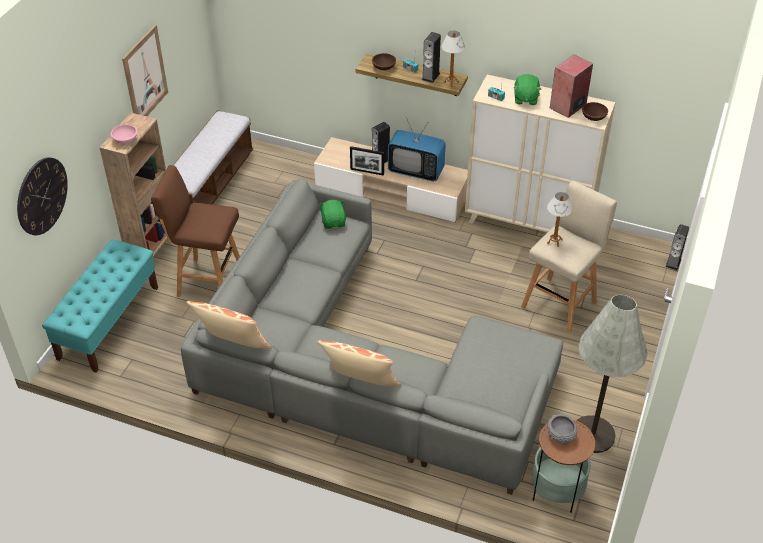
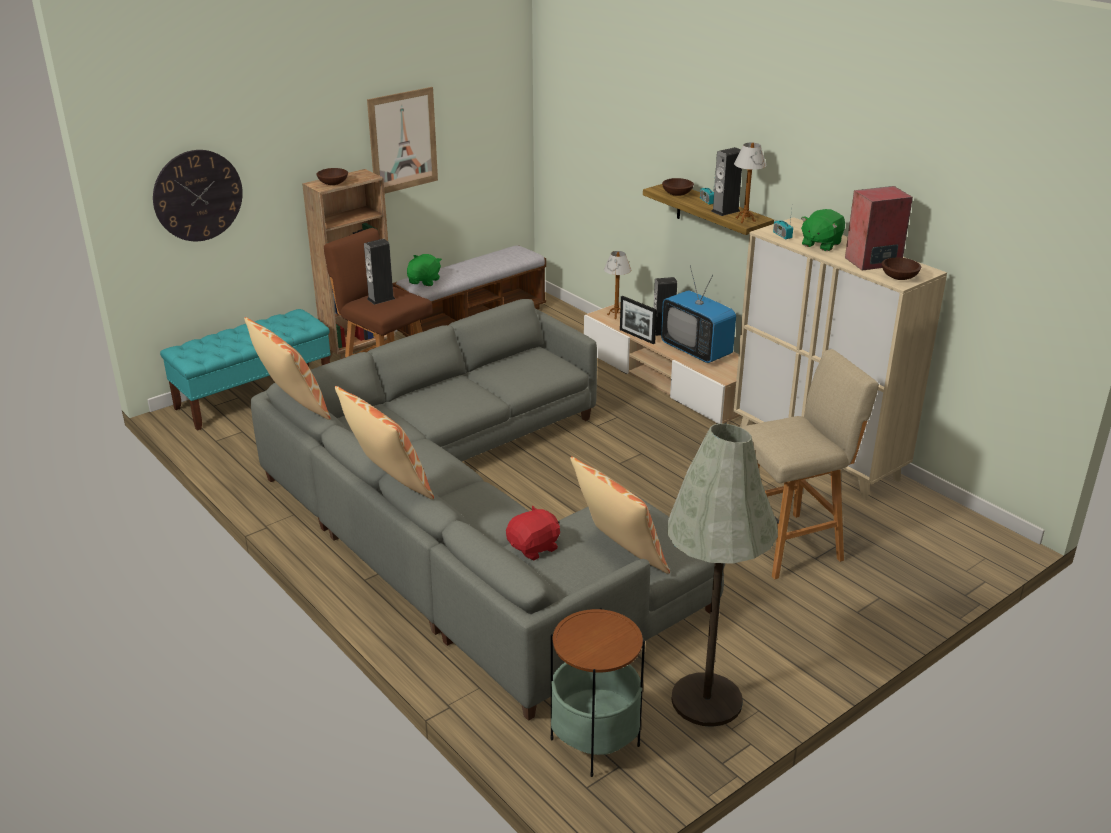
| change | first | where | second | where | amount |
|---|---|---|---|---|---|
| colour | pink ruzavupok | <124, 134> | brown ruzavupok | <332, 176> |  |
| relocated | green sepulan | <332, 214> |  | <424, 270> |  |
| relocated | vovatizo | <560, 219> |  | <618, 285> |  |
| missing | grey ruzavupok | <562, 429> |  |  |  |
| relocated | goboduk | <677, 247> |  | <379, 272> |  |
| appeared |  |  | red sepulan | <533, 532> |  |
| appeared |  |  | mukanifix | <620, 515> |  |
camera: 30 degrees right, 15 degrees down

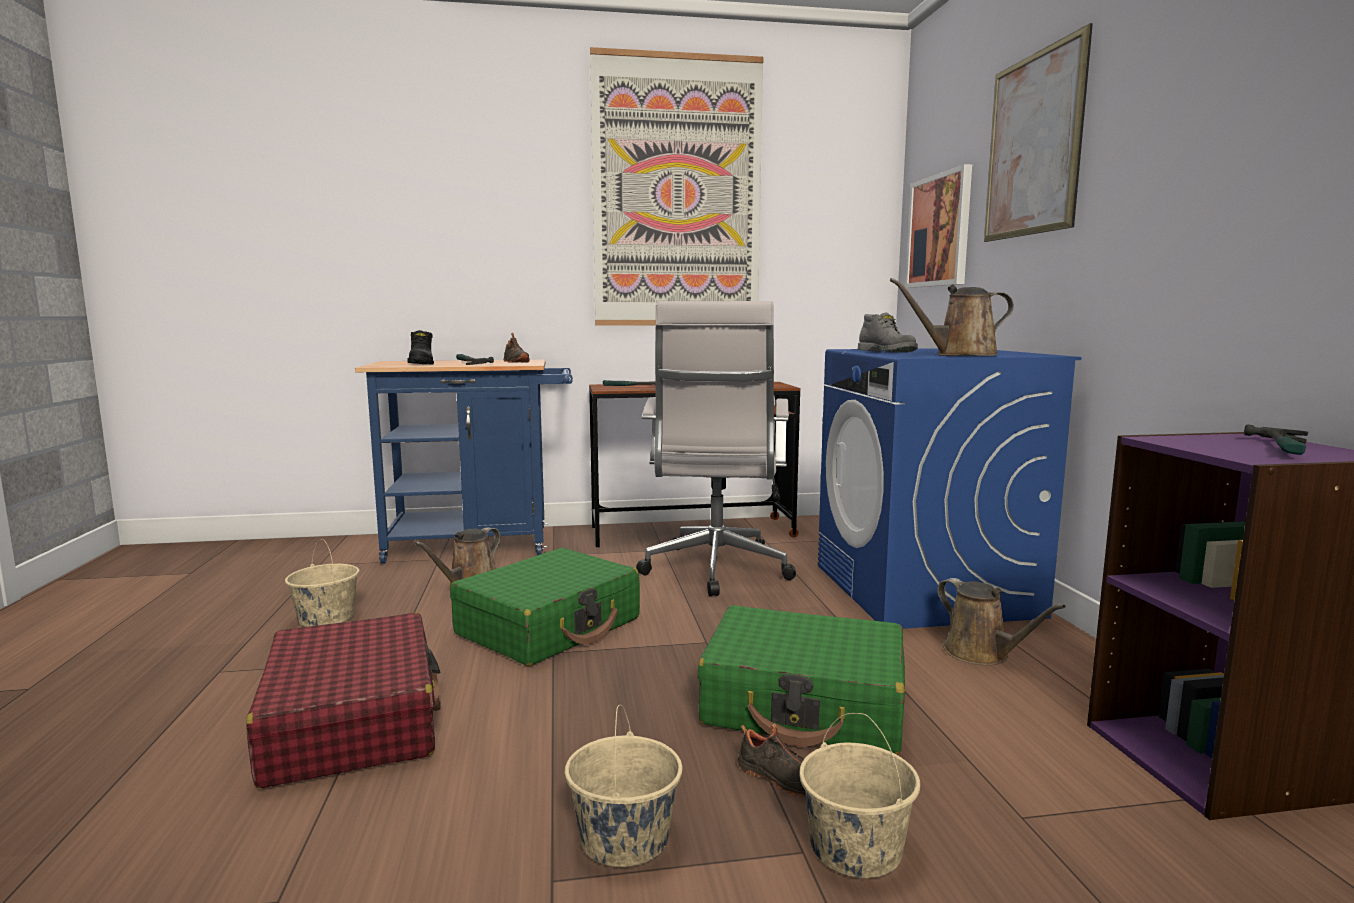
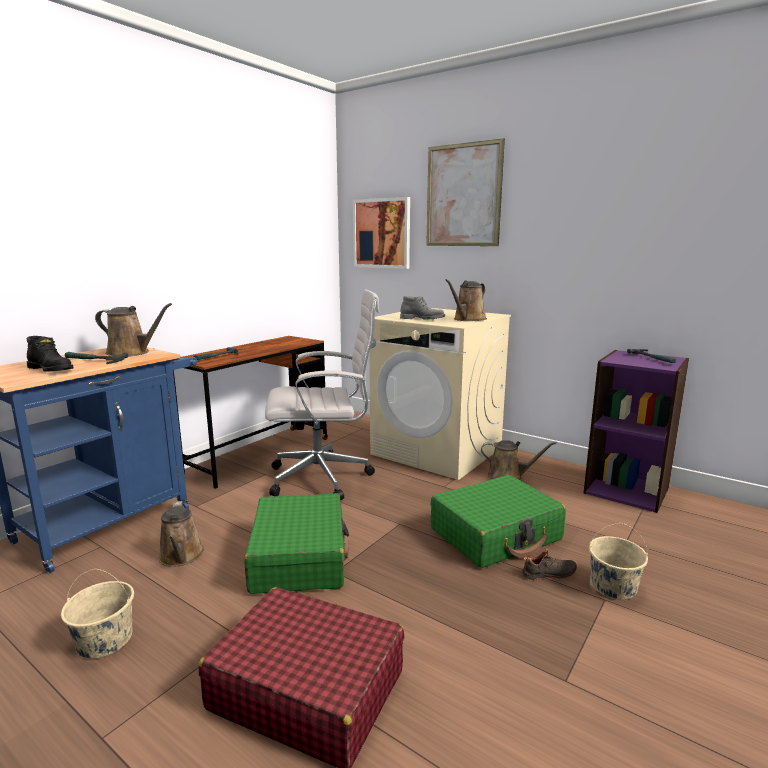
| change | first | where | second | where | amount |
|---|---|---|---|---|---|
| exchanged | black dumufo | <516, 348> | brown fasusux | <133, 330> |  |
| missing | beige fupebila | <623, 786> |  |  |  |
| missing | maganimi | <677, 186> |  |  |  |
| spun | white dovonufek | <716, 449> |  | <322, 394> | 60 degrees counterclockwise |
| colour | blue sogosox | <949, 488> | beige sogosox | <440, 394> |  |
camera: 45 degrees left, 5 degrees up

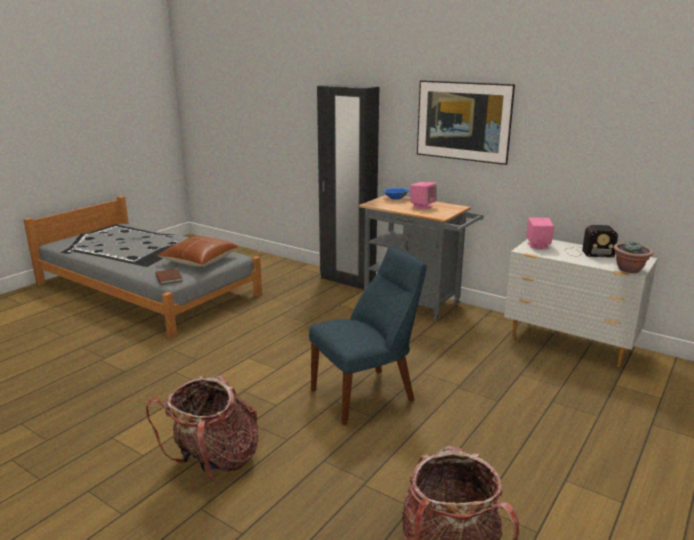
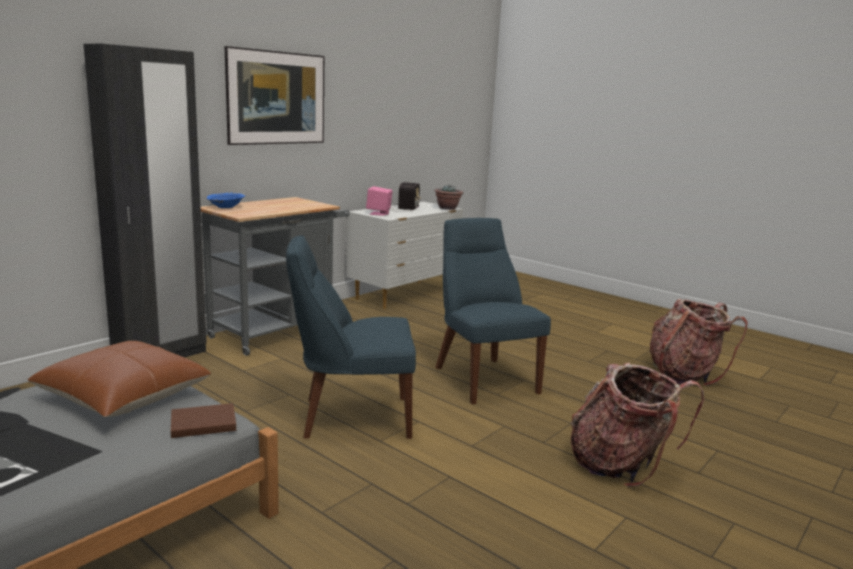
| change | first | where | second | where | amount |
|---|---|---|---|---|---|
| missing | pink goboduk | <423, 196> |  |  |  |
| appeared |  |  | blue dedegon | <351, 337> |  |
camera: 85 degrees left, 5 degrees down

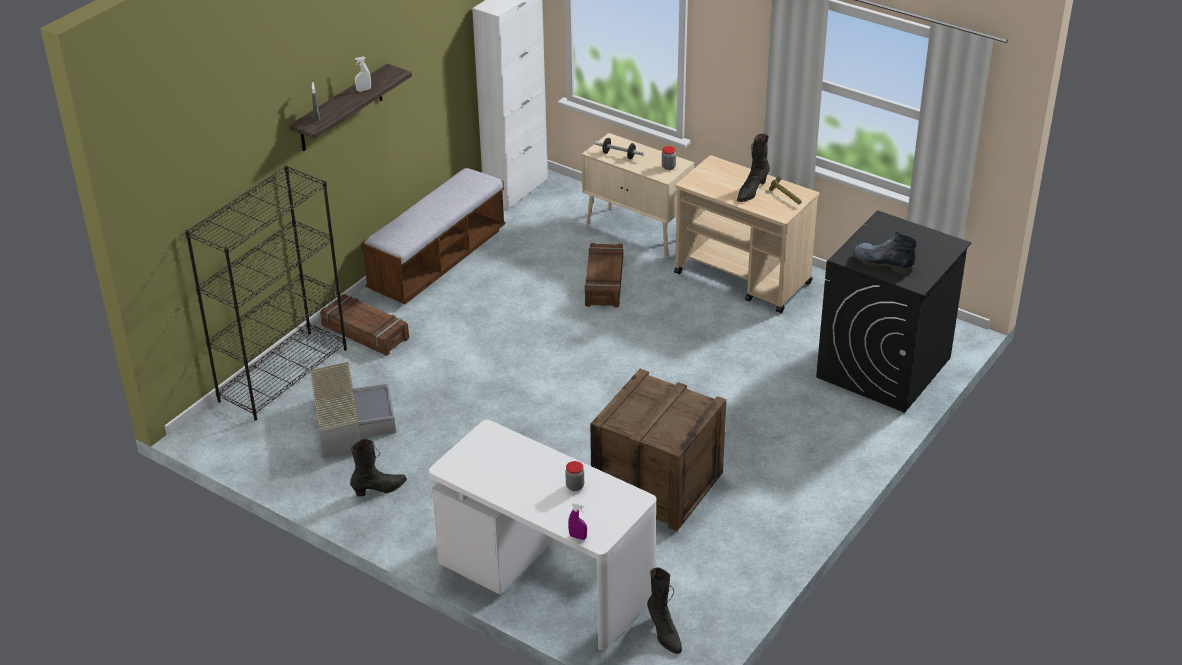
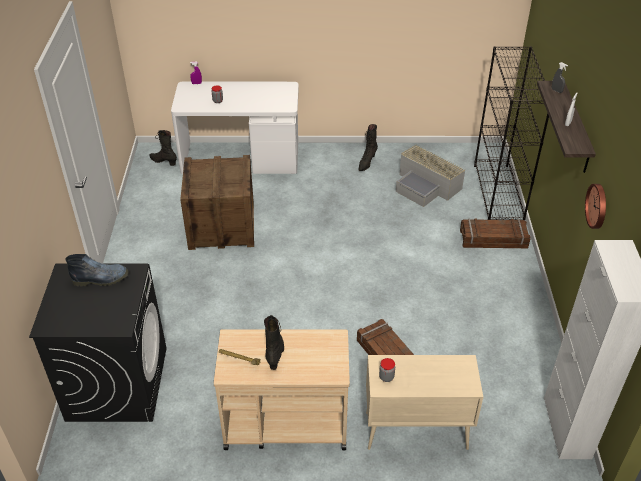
| change | first | where | second | where | amount |
|---|---|---|---|---|---|
| missing | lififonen | <433, 235> |  |  |  |
| missing | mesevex | <619, 148> |  |  |  |
| appeared |  |  | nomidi | <595, 206> |  |
camera: 145 degrees right, 5 degrees up

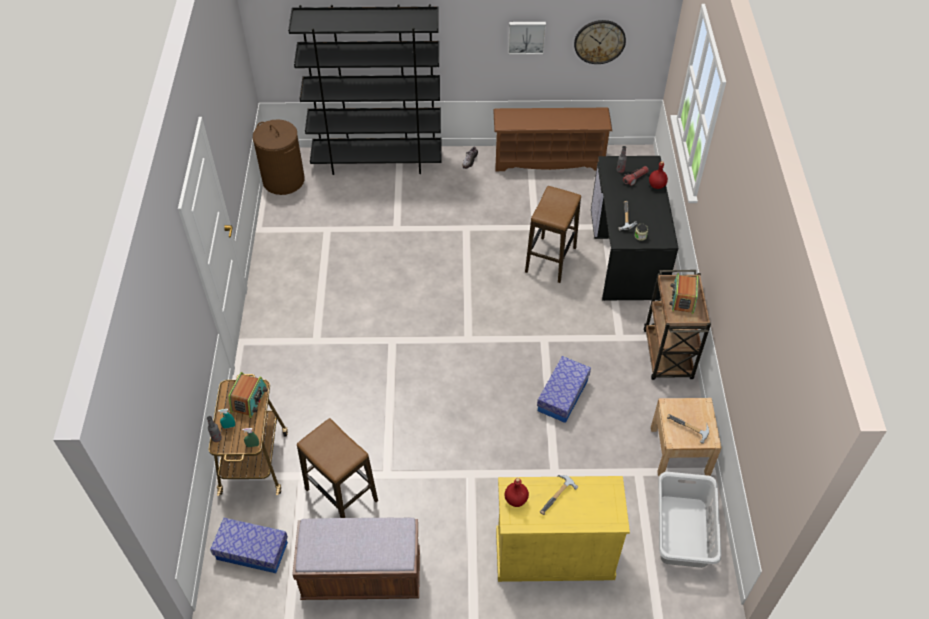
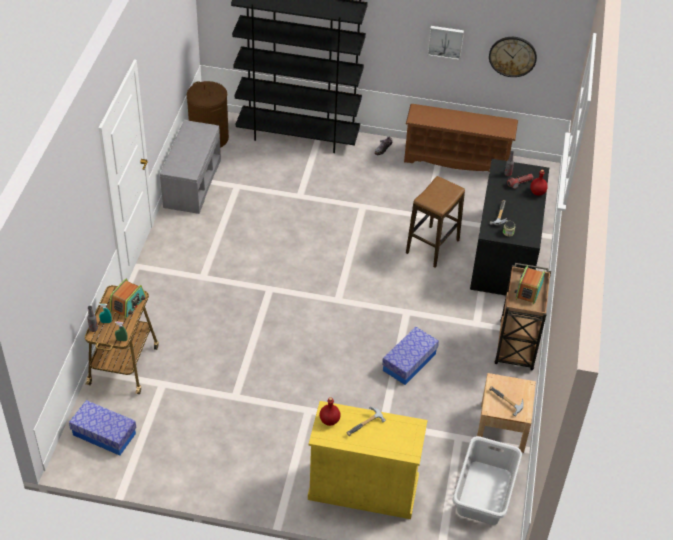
| change | first | where | second | where | amount |
|---|---|---|---|---|---|
| missing | brown lififonen | <356, 559> |  |  |  |
| missing | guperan | <337, 468> |  |  |  |
| appeared |  |  | grey lififonen | <190, 167> |  |
camera: 10 degrees right, 5 degrees down

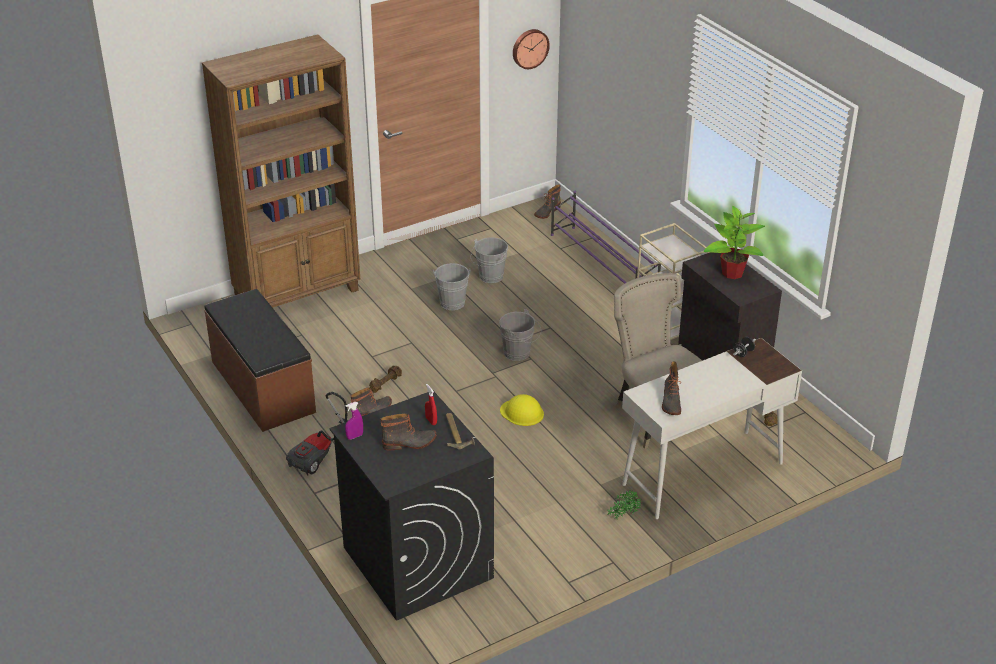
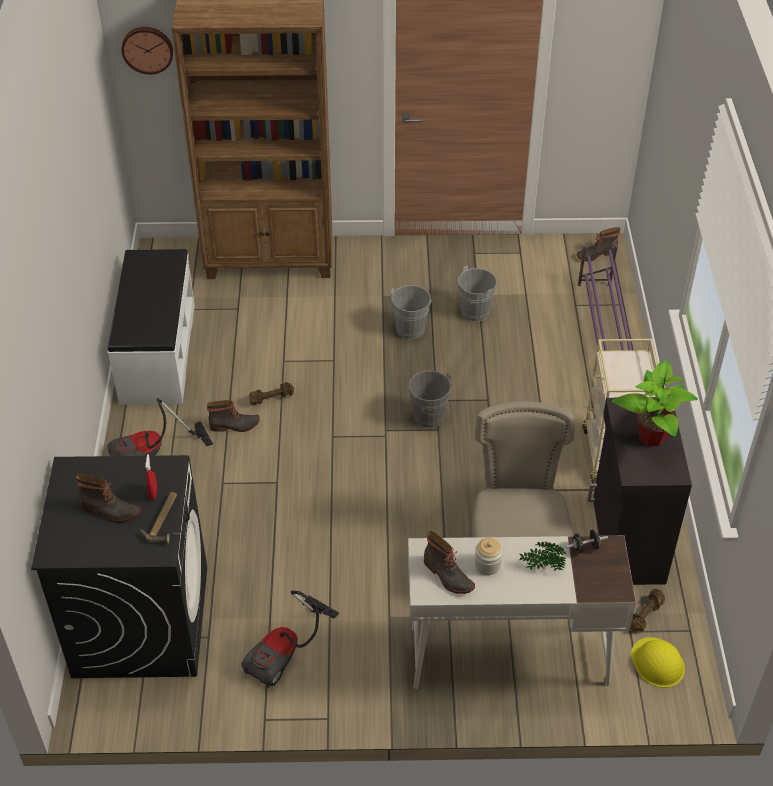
| change | first | where | second | where | amount |
|---|---|---|---|---|---|
| colour | brown lififonen | <260, 360> | white lififonen | <151, 327> |  |
| missing | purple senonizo | <354, 420> |  |  |  |
| relocated | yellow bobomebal | <522, 410> |  | <658, 662> |  |
| relocated | nomidi | <531, 49> |  | <147, 51> |  |
| relocated | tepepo | <624, 505> |  | <542, 556> |  |
| spun | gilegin | <671, 388> |  | <449, 562> | 75 degrees counterclockwise |
| appeared |  |  | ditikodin | <290, 639> |  |
| appeared |  |  | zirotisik | <489, 556> |  |
camera: 30 degrees right, 10 degrees up

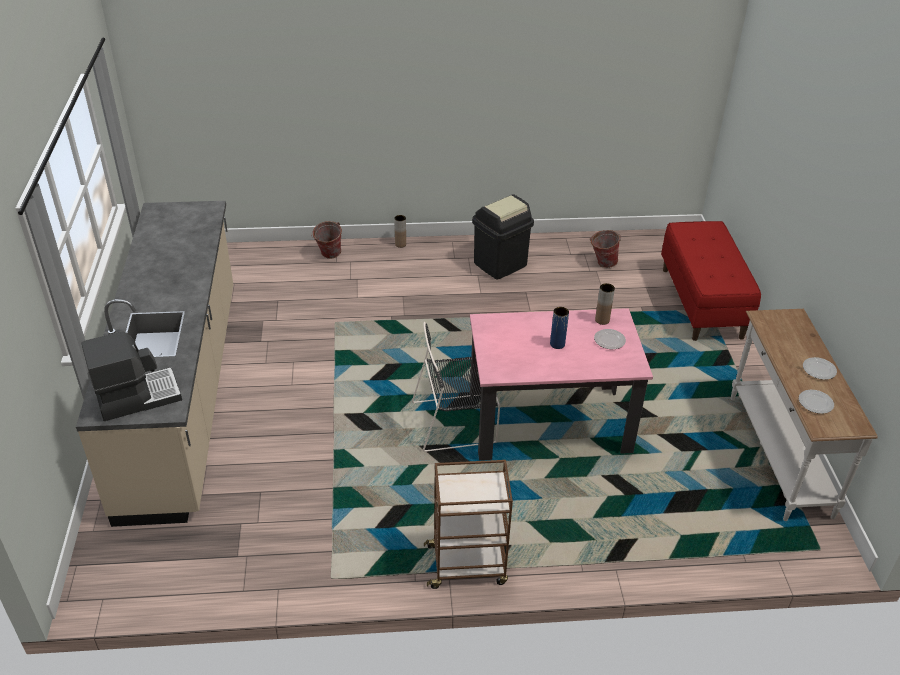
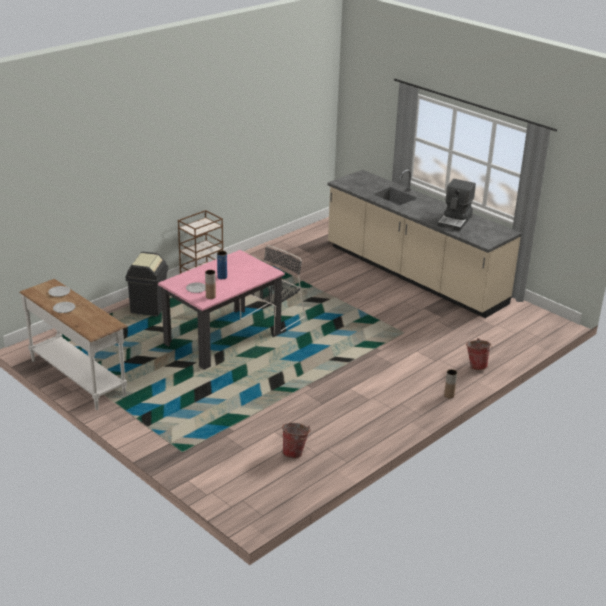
| change | first | where | second | where | amount |
|---|---|---|---|---|---|
| relocated | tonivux | <131, 376> |  | <456, 205> |  |
| relocated | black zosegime | <503, 236> |  | <147, 284> |  |
| missing | red lififonen | <711, 281> |  |  |  |
camera: 140 degrees right, 10 degrees down

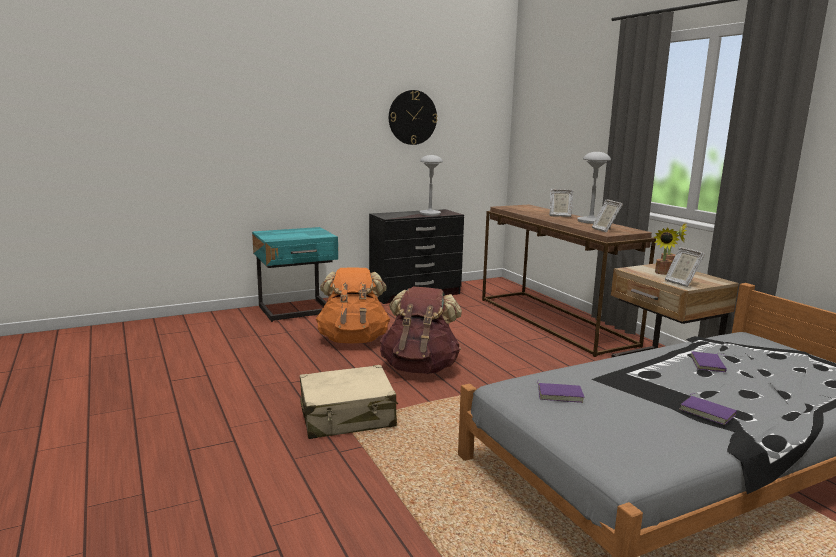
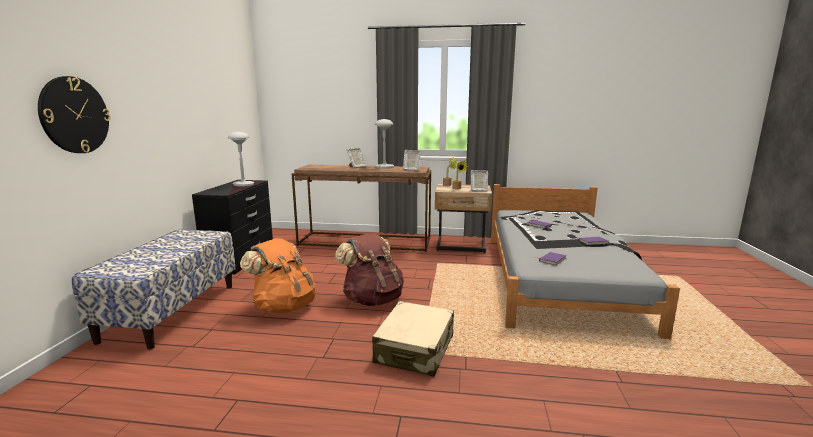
| change | first | where | second | where | amount |
|---|---|---|---|---|---|
| exchanged | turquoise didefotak | <295, 274> | lififonen | <154, 289> |  |
| relocated | nomidi | <413, 117> |  | <74, 114> |  |
camera: 55 degrees left, 0 degrees up

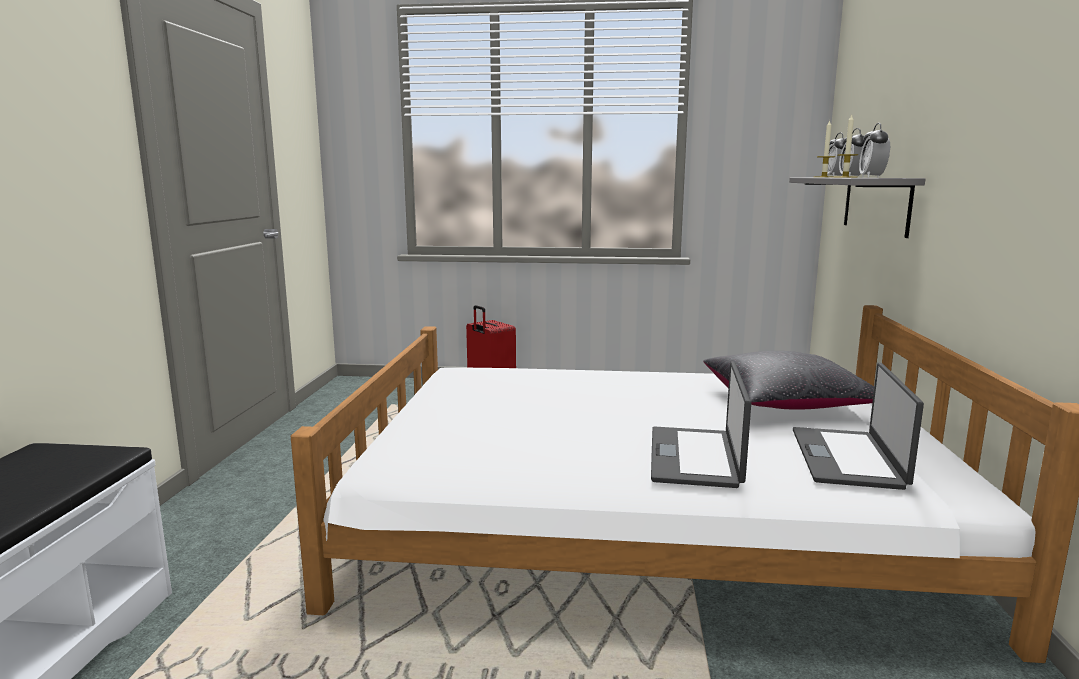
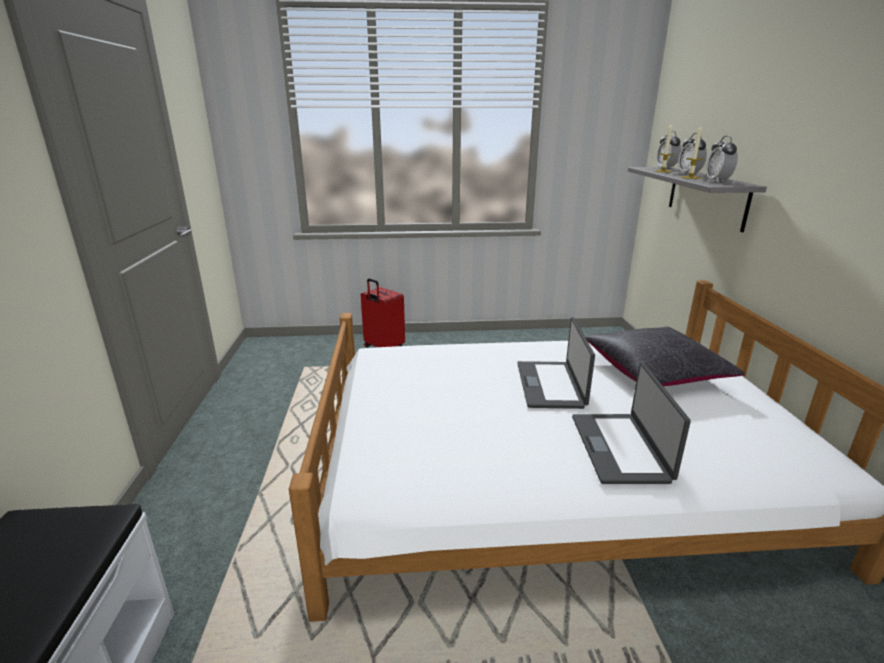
| change | first | where | second | where | amount |
|---|---|---|---|---|---|
| relocated | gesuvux | <858, 426> |  | <556, 363> |  |
camera: 10 degrees left, 10 degrees up

